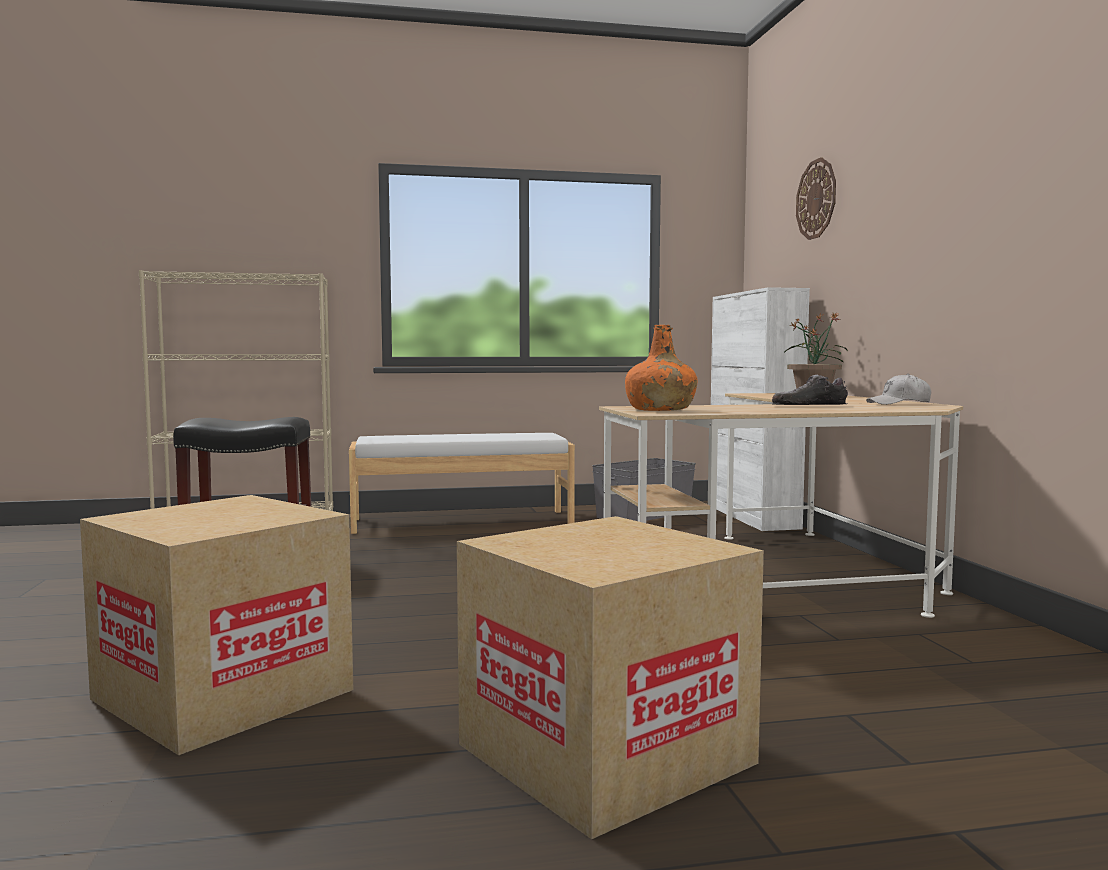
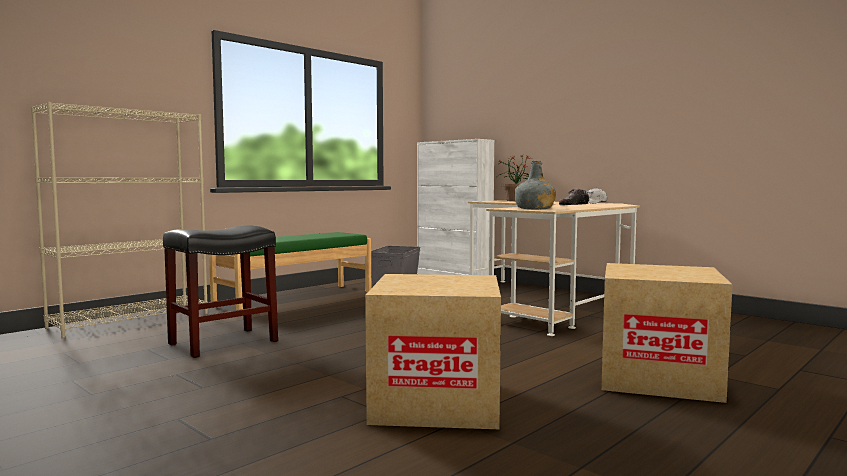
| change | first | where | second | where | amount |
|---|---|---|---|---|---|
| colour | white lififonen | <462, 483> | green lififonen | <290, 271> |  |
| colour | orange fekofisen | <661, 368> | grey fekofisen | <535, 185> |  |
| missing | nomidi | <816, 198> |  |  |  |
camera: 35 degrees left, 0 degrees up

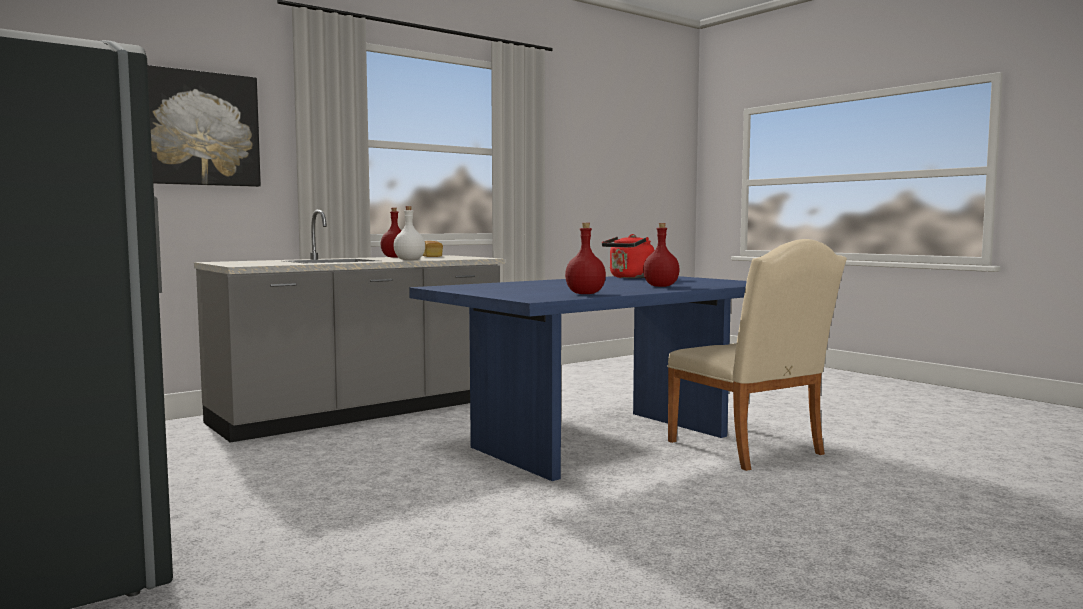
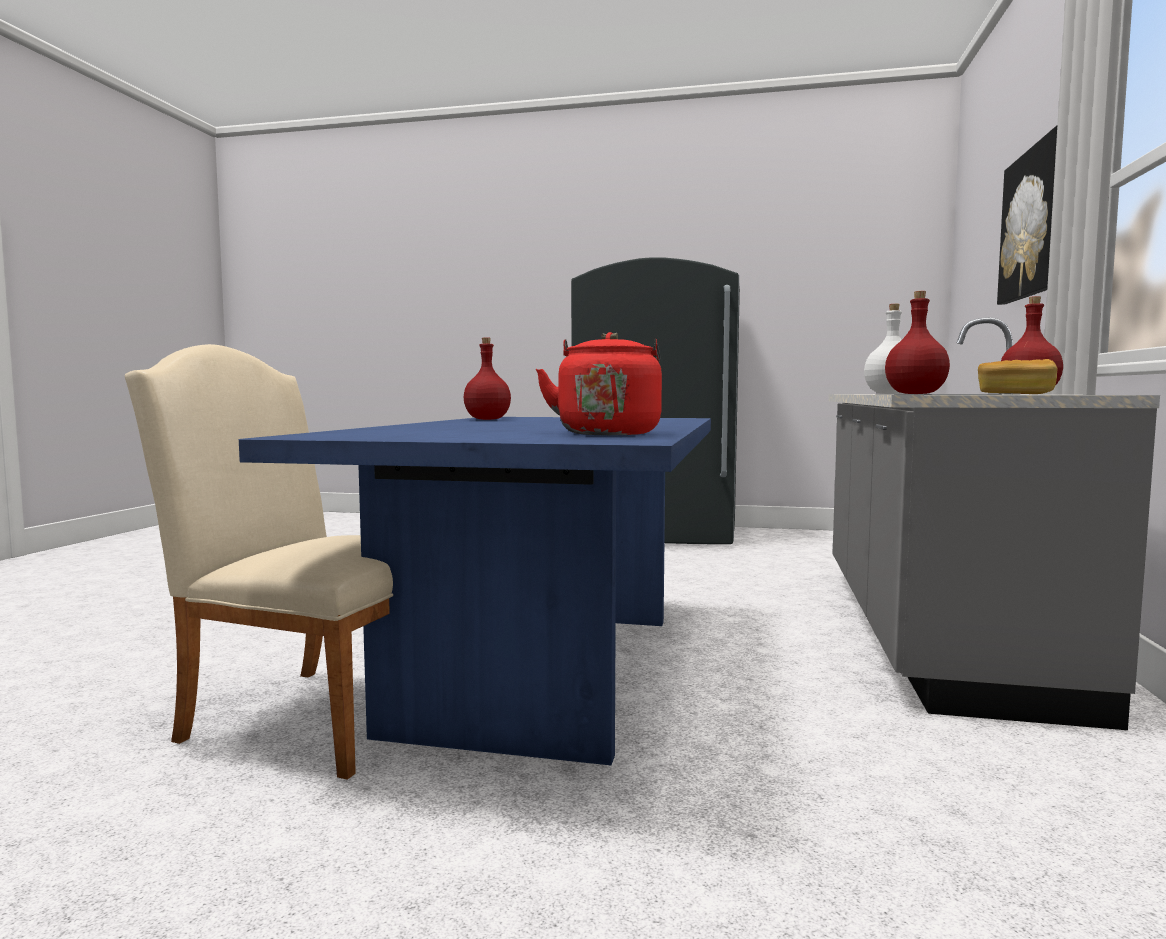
| change | first | where | second | where | amount |
|---|---|---|---|---|---|
| relocated | red fekofisen | <661, 255> |  | <917, 342> |  |
camera: 140 degrees right, 0 degrees up

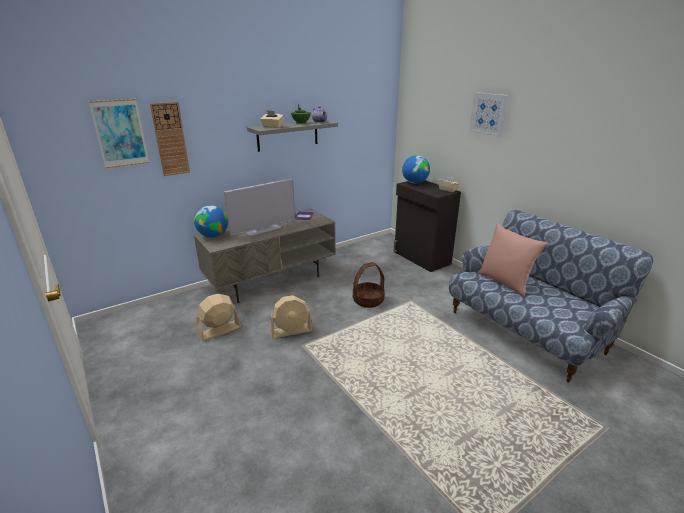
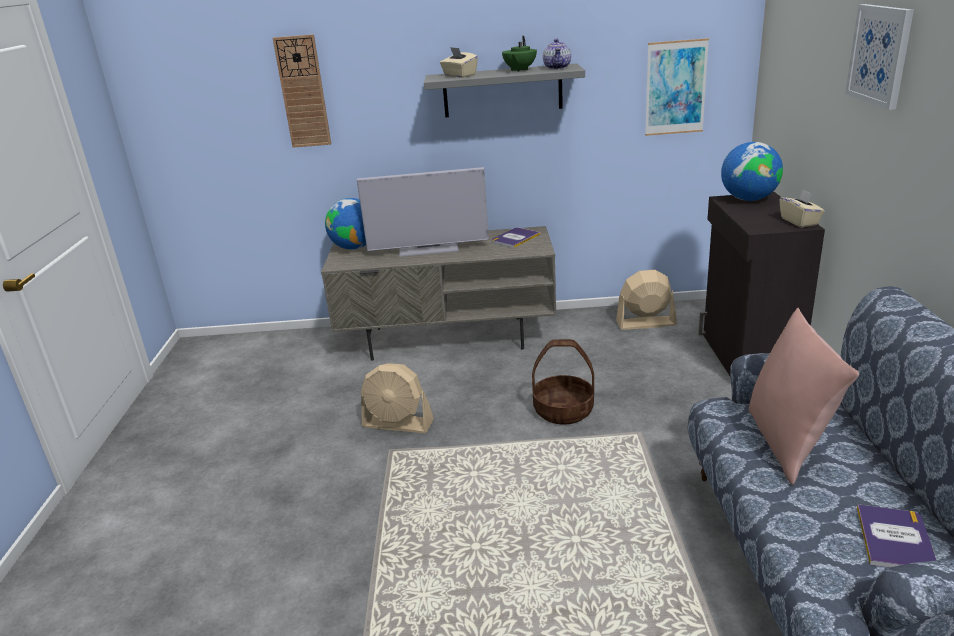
| change | first | where | second | where | amount |
|---|---|---|---|---|---|
| relocated | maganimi | <118, 133> |  | <677, 87> |  |
| relocated | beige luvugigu | <219, 317> |  | <646, 300> |  |
| appeared |  |  | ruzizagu | <896, 536> |  |
camera: 35 degrees right, 0 degrees up

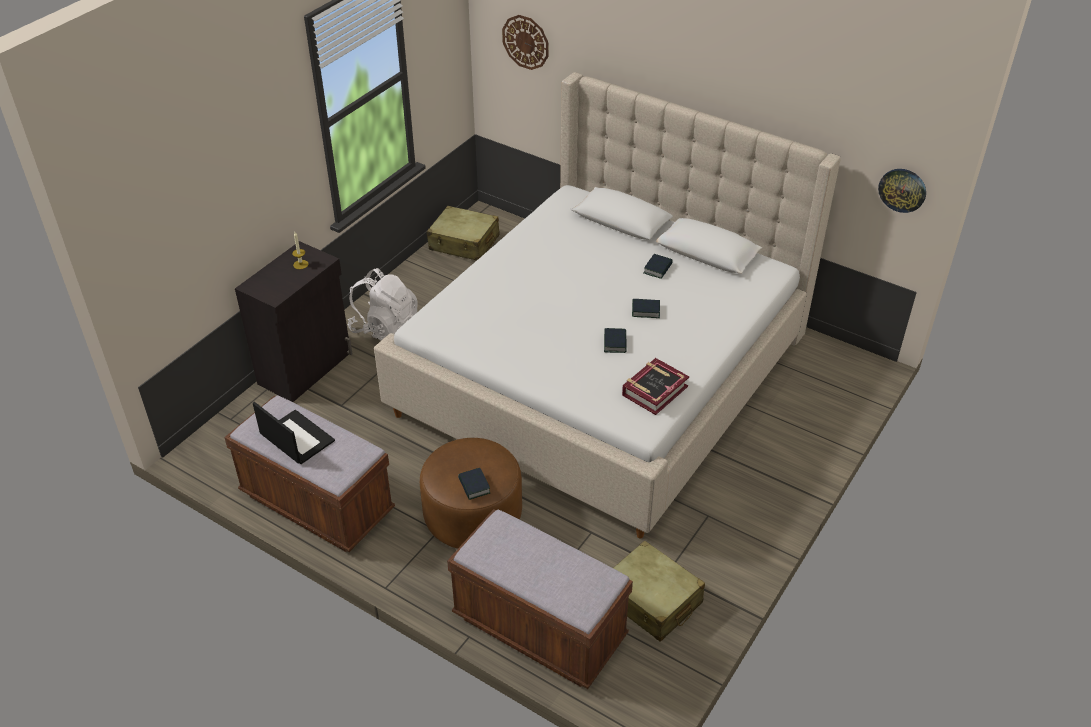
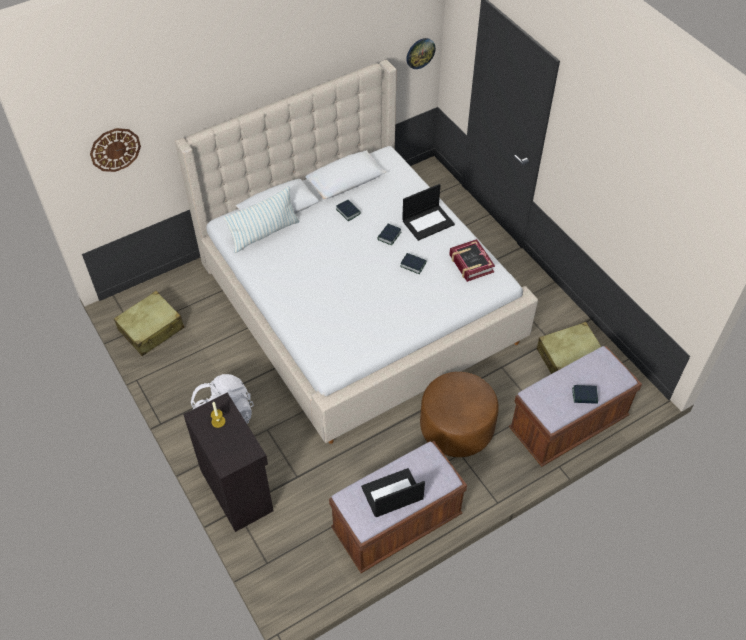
| change | first | where | second | where | amount |
|---|---|---|---|---|---|
| relocated | ruzizagu | <474, 484> |  | <585, 394> |  |
| appeared |  |  | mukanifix | <261, 219> |  |
| appeared |  |  | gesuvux | <428, 212> |  |
camera: 65 degrees left, 10 degrees up

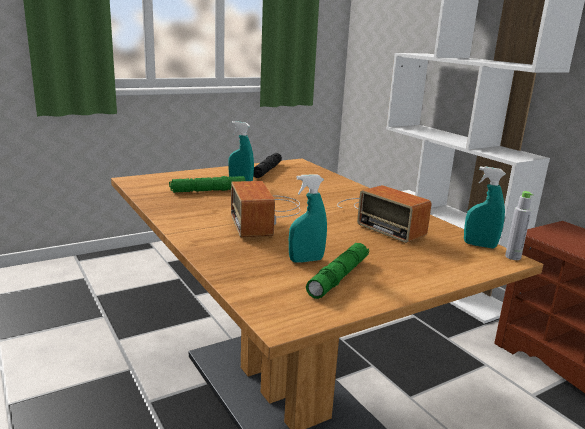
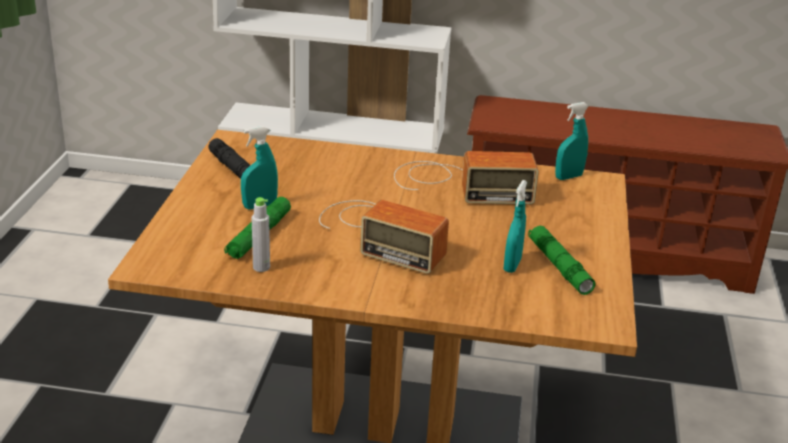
| change | first | where | second | where | amount |
|---|---|---|---|---|---|
| relocated | grey fekofisen | <519, 225> |  | <261, 234> |  |
camera: 50 degrees left, 10 degrees up

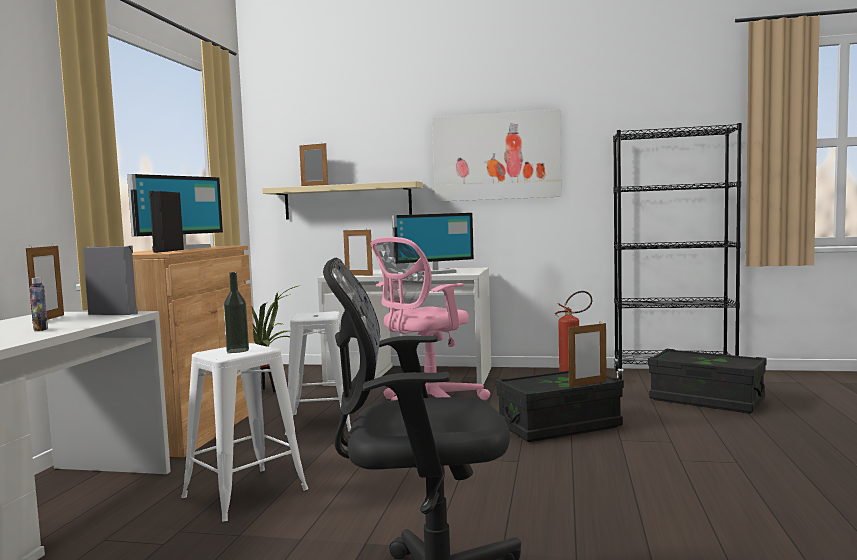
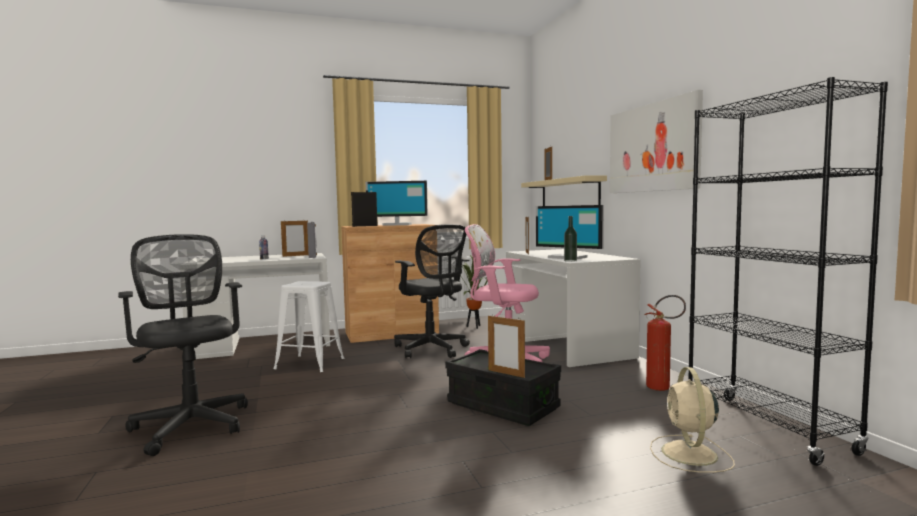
| change | first | where | second | where | amount |
|---|---|---|---|---|---|
| relocated | fekofisen | <236, 312> |  | <570, 239> |  |
| exchanged | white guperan | <318, 373> | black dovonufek | <432, 291> |  |
| exchanged | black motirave | <707, 381> | beige luvugigu | <692, 420> |  |
camera: 60 degrees right, 0 degrees up

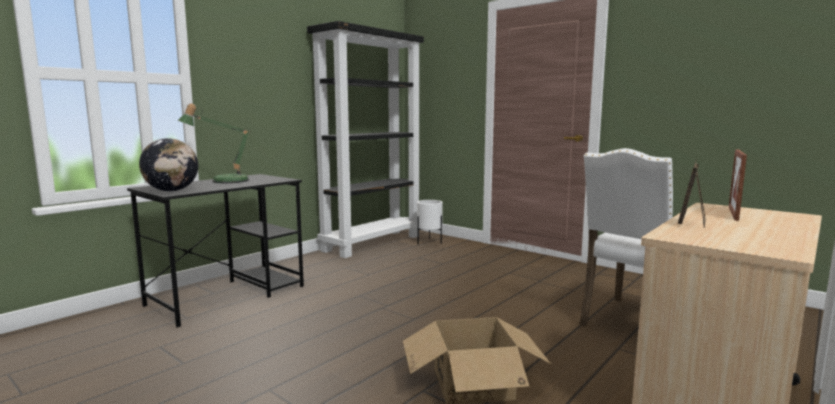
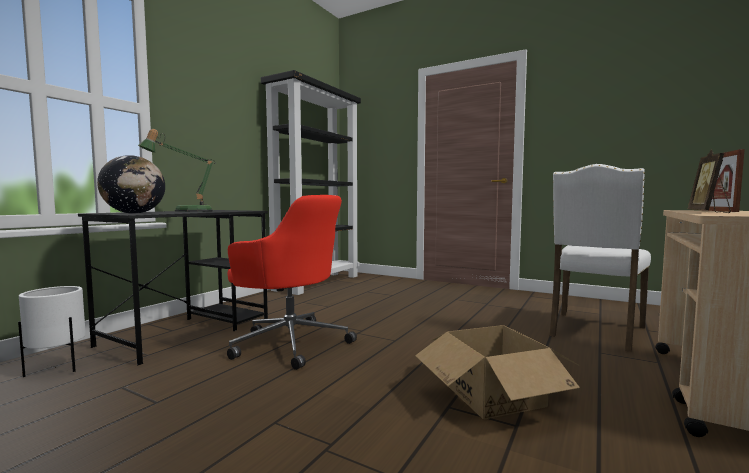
| change | first | where | second | where | amount |
|---|---|---|---|---|---|
| relocated | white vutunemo | <430, 222> |  | <52, 331> |  |
| appeared |  |  | red dovonufek | <292, 282> |  |
camera: 10 degrees left, 5 degrees down

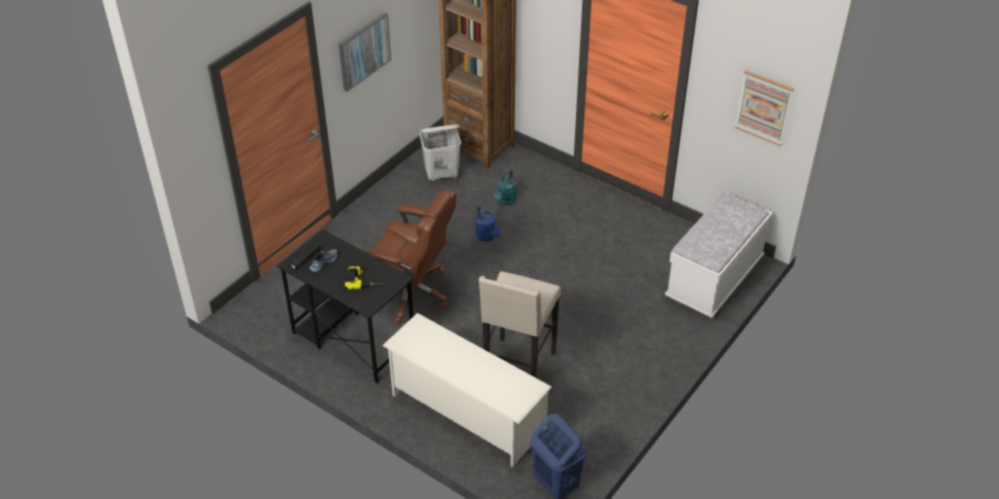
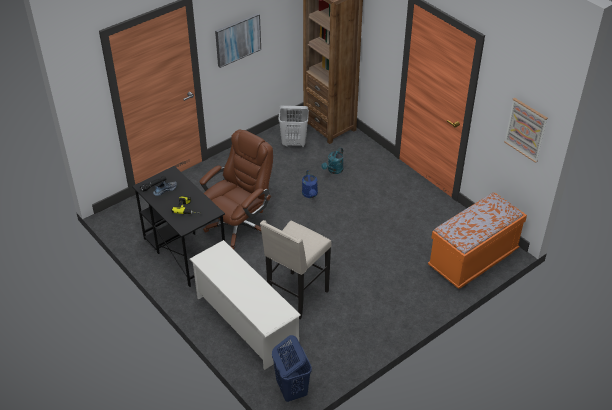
| change | first | where | second | where | amount |
|---|---|---|---|---|---|
| spun | brown dovonufek | <411, 256> |  | <236, 190> | 90 degrees counterclockwise |
| colour | white lififonen | <719, 255> | orange lififonen | <477, 241> |  |
camera: 15 degrees right, 0 degrees up

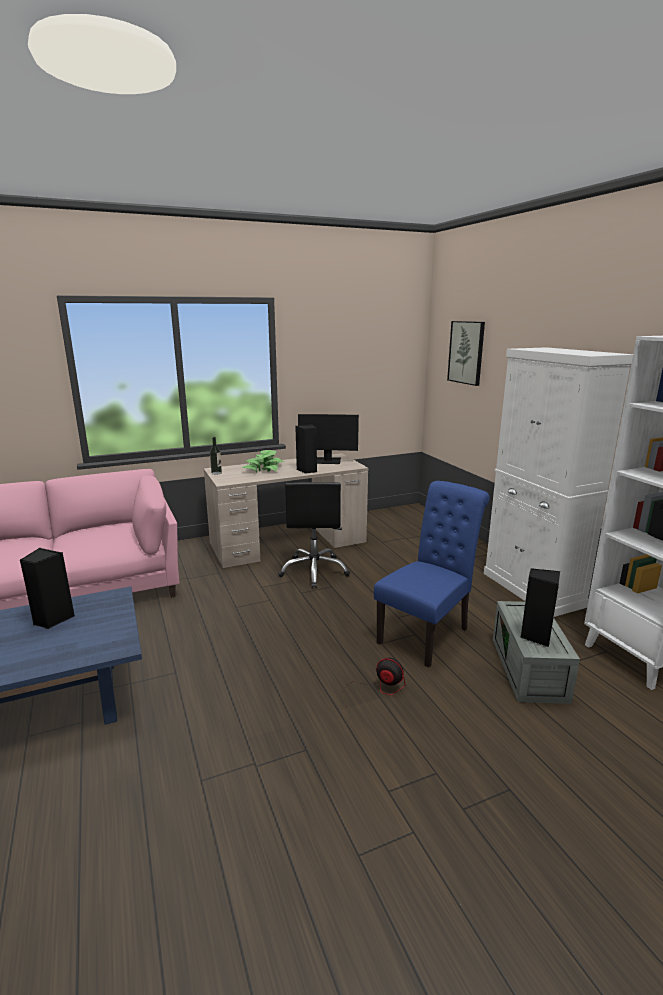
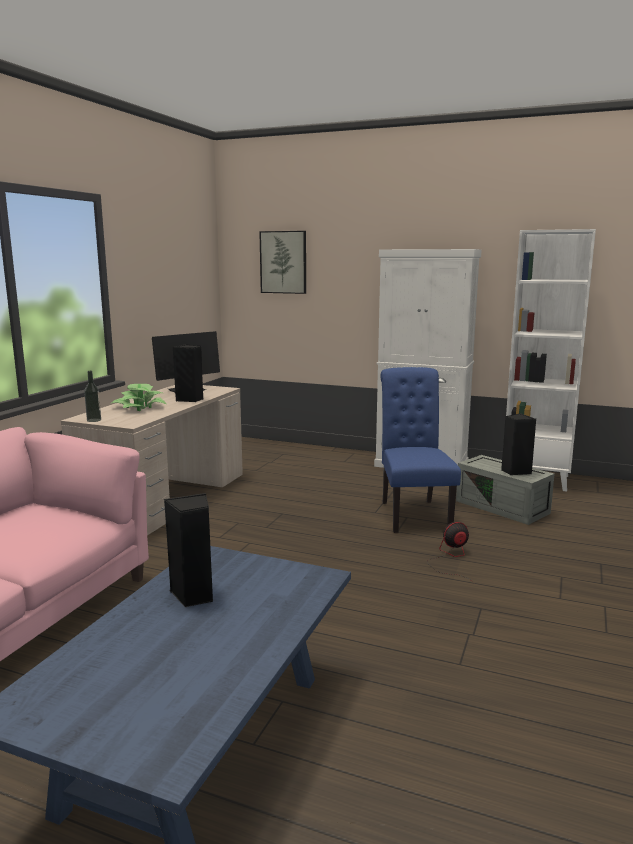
| change | first | where | second | where | amount |
|---|---|---|---|---|---|
| missing | black dovonufek | <314, 535> |  |  |  |
camera: 45 degrees left, 5 degrees down

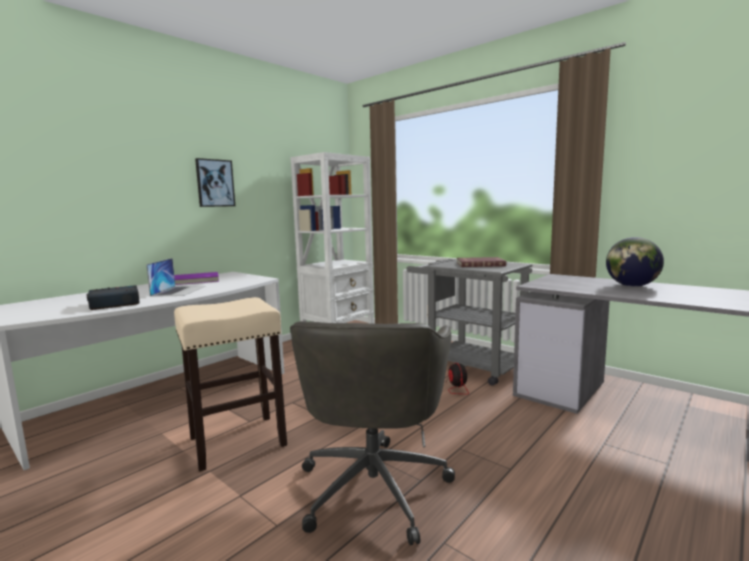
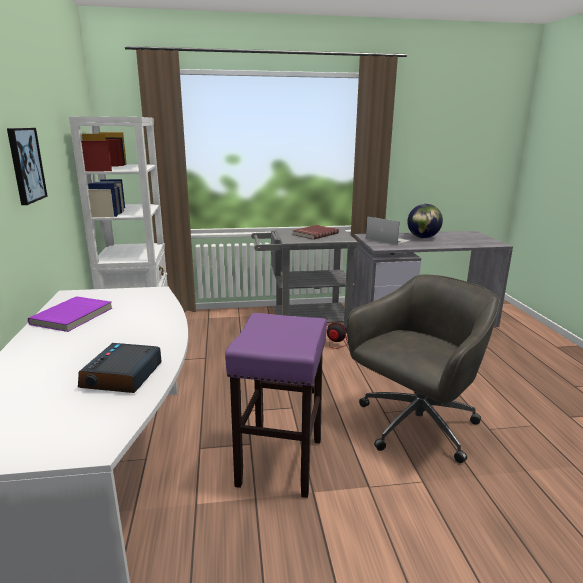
| change | first | where | second | where | amount |
|---|---|---|---|---|---|
| relocated | gesuvux | <175, 277> |  | <388, 230> |  |
| colour | beige guperan | <230, 384> | purple guperan | <276, 405> |  |
| spun | grey dovonufek | <372, 433> |  | <423, 368> | 90 degrees counterclockwise |
camera: 50 degrees left, 10 degrees up

